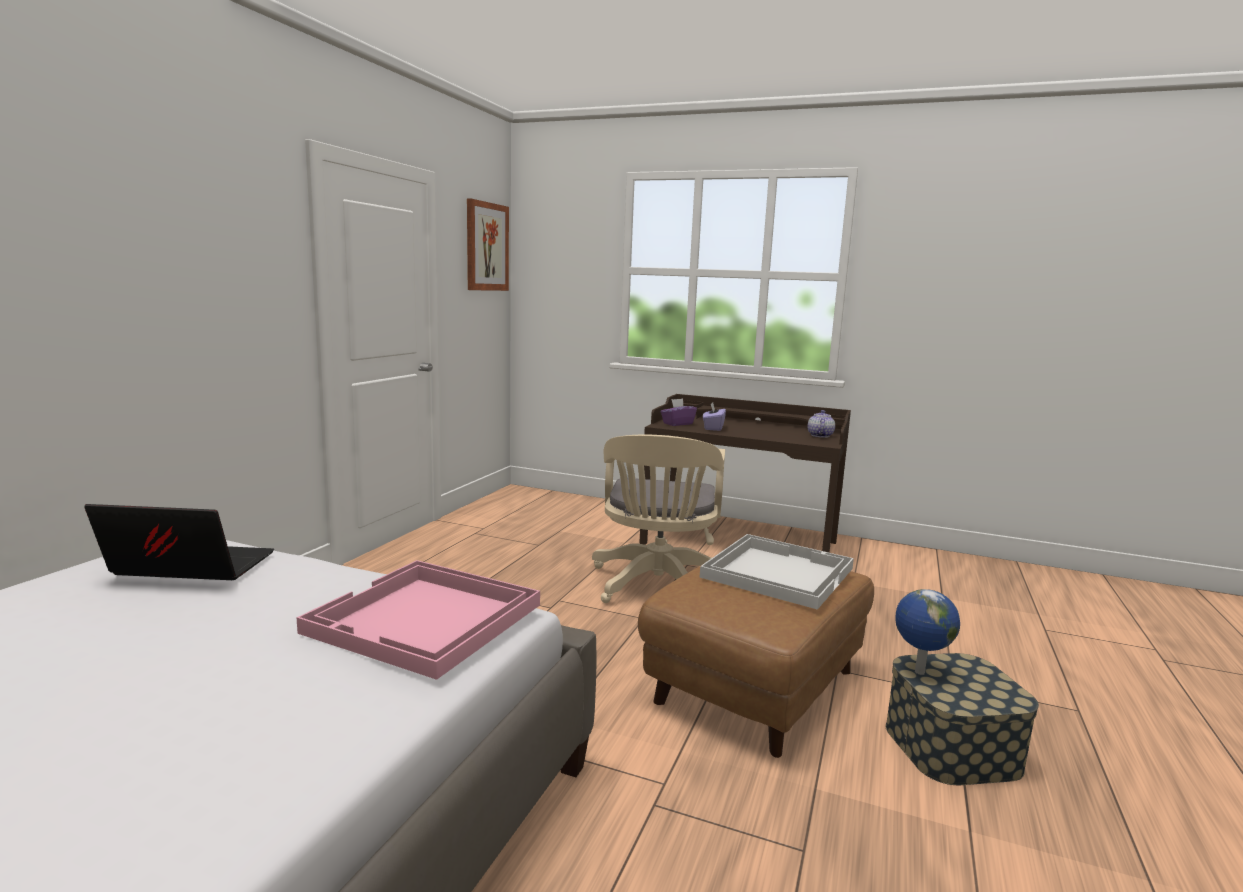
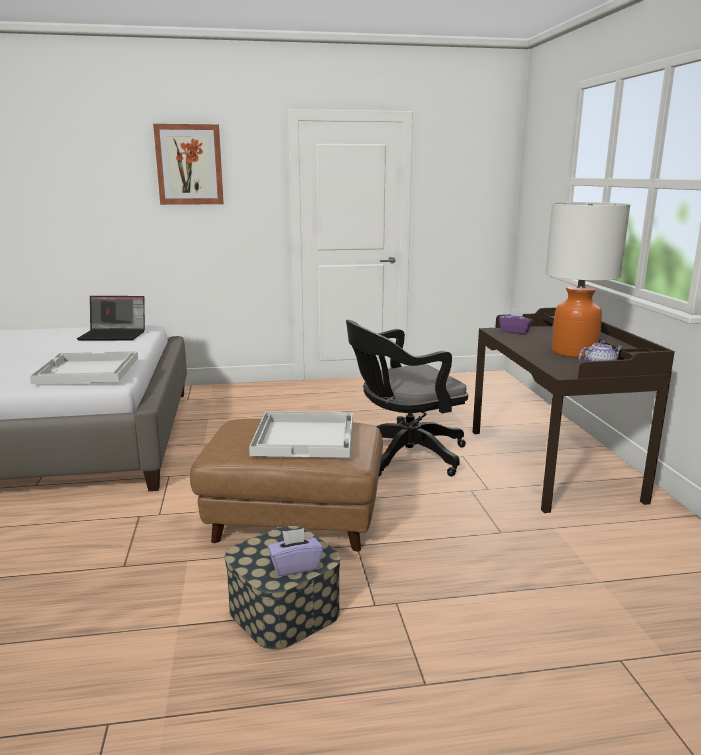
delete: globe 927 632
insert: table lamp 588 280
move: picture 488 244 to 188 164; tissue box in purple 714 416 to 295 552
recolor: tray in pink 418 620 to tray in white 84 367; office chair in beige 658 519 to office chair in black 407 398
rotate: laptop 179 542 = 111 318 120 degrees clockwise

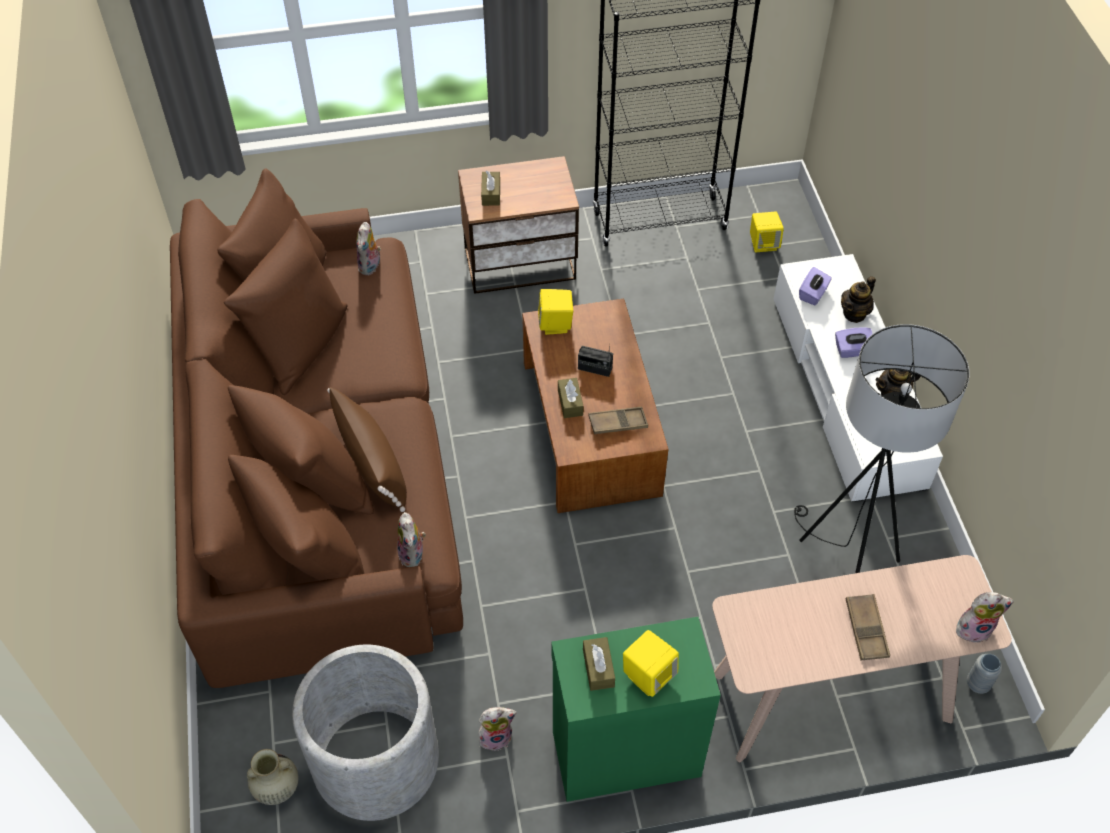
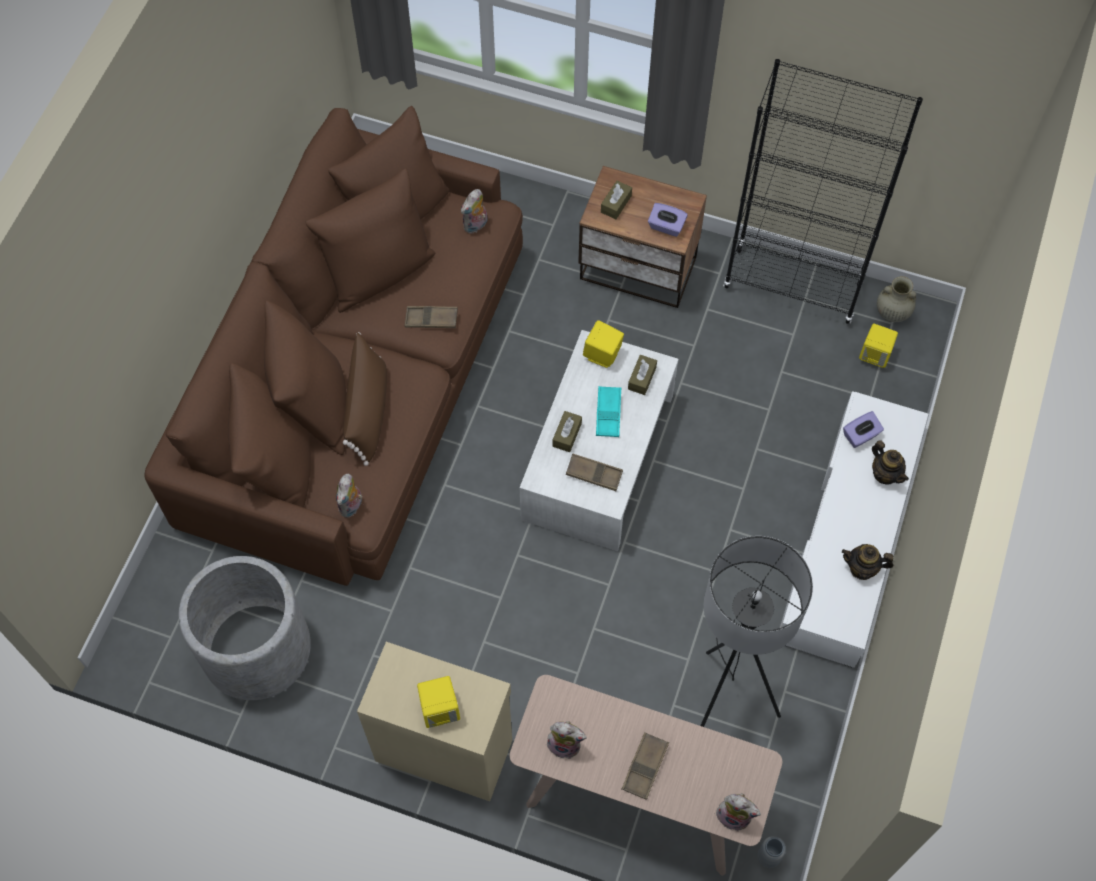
insert: tray in brown 431 317
move: plush toy 497 729 to 567 740; tissue box in brown 599 664 to 642 375; tissue box in purple 853 342 to 668 220; vase in beige 272 777 to 896 299
replace: radio 595 360 to tray in turquoise 608 411
recolor: cabinet in green 636 709 to cabinet in beige 434 721; coffee table in brown 595 406 to coffee table in white 599 440
rotate: teapot 858 299 = 890 462 105 degrees counterclockwise

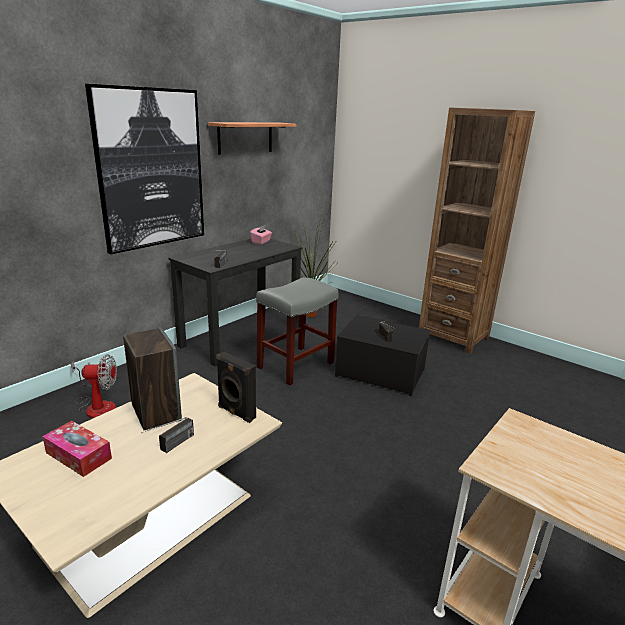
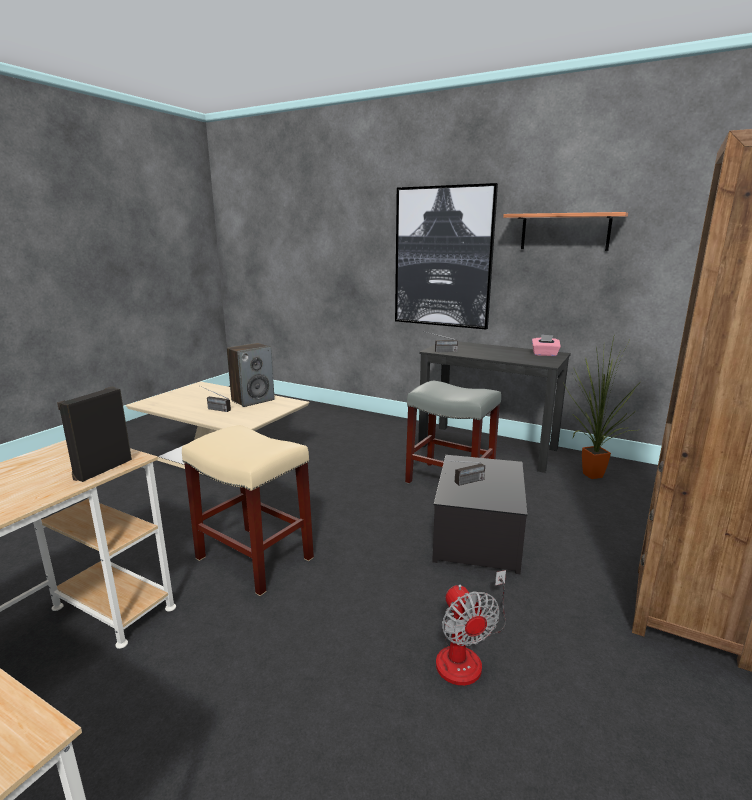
delete: tissue box 77 449
insert: stool in beige 248 510
move: speaker in black 236 387 to 94 434; fan 94 386 to 471 628

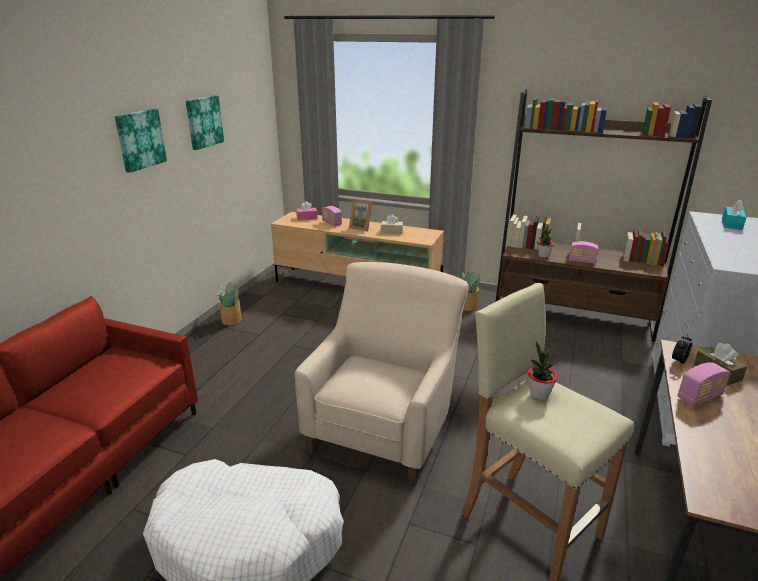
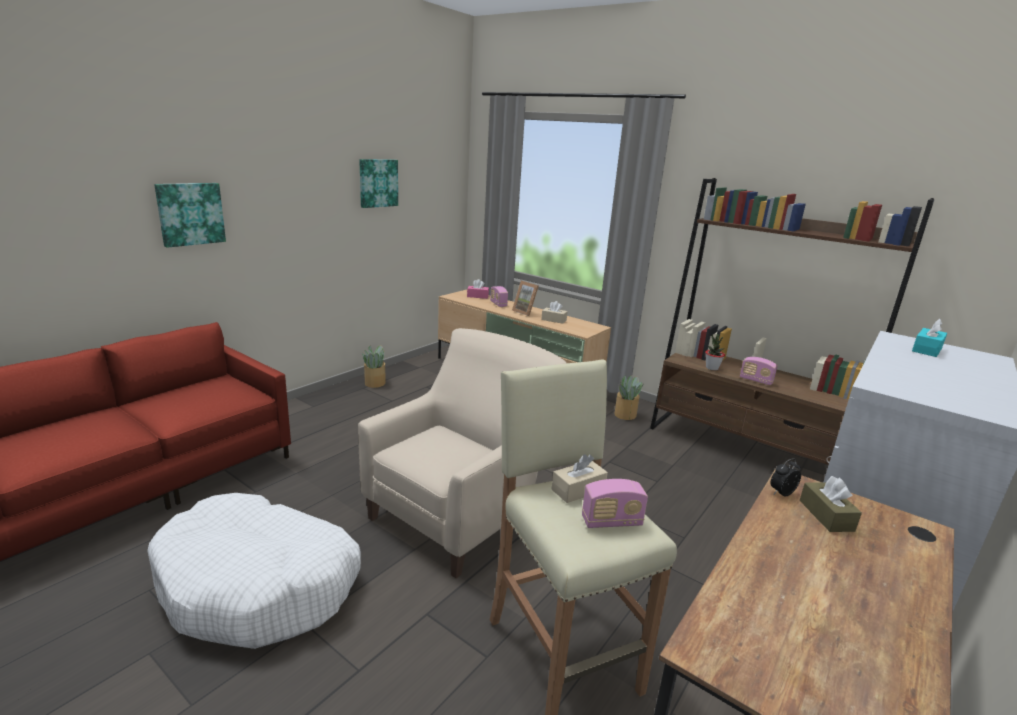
move: picture 141 141 to 190 215; radio 704 384 to 615 503
replace: potted plant 543 370 to tissue box in beige 580 478

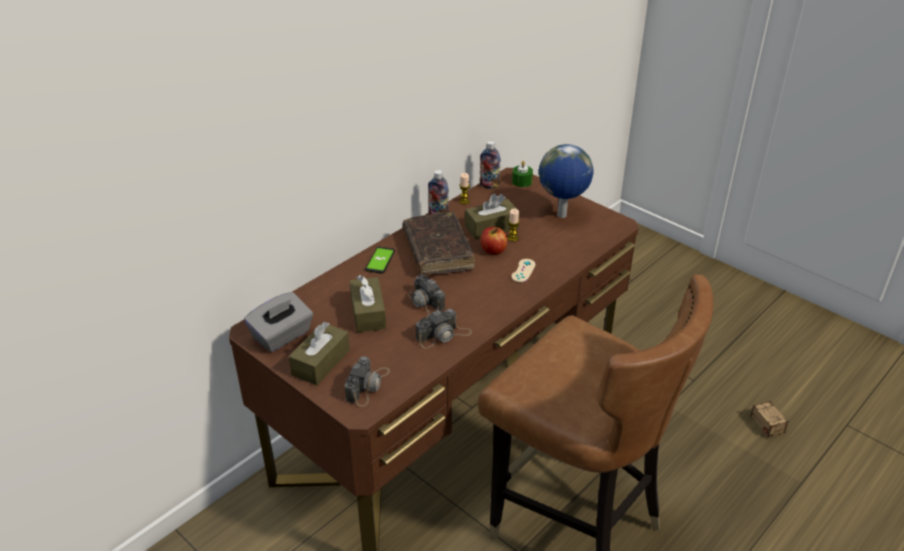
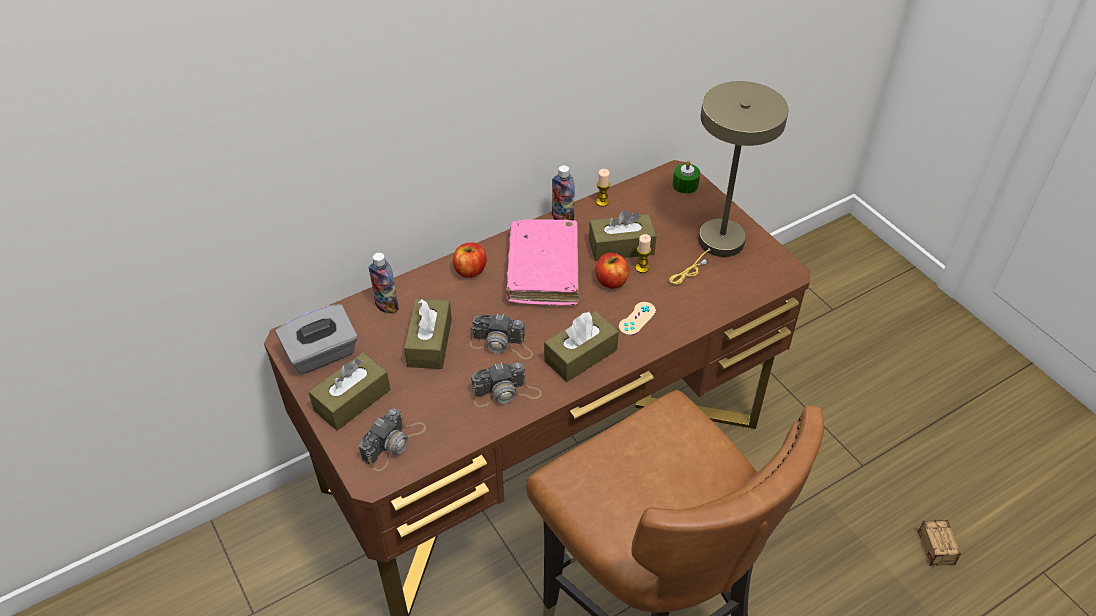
insert: tissue box in brown 581 346
move: bottle 490 165 to 384 283
replace: phone 380 260 to apple 470 260; globe 566 181 to table lamp in beige 728 183
recolor: book in brown 439 243 to book in pink 542 262
rotate: photo camera 426 296 = 501 336 60 degrees counterclockwise

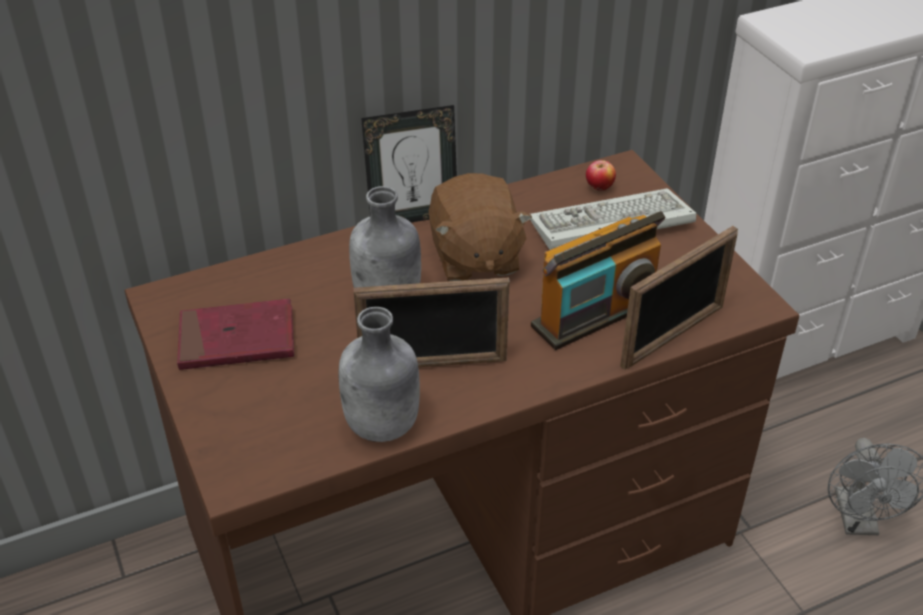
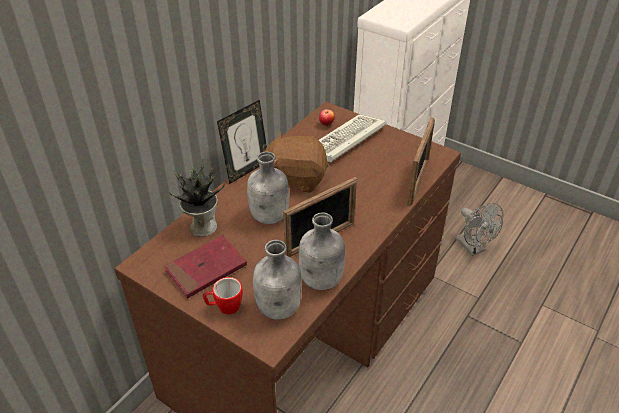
delete: radio 598 280
insert: potted plant 197 198; mug 223 296; bottle in grey 277 280
rotate: plush toy in brown 480 227 = 293 162 135 degrees clockwise

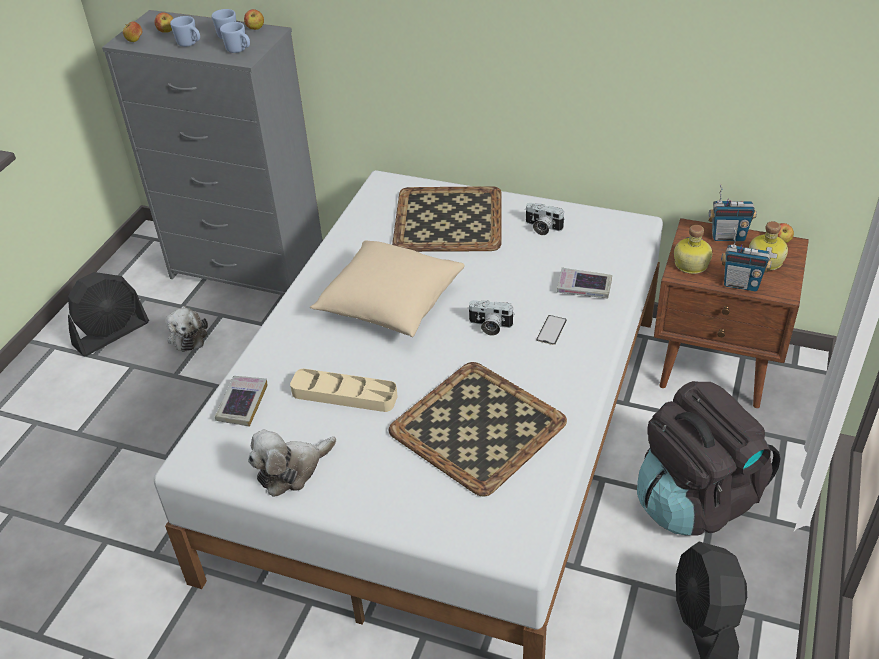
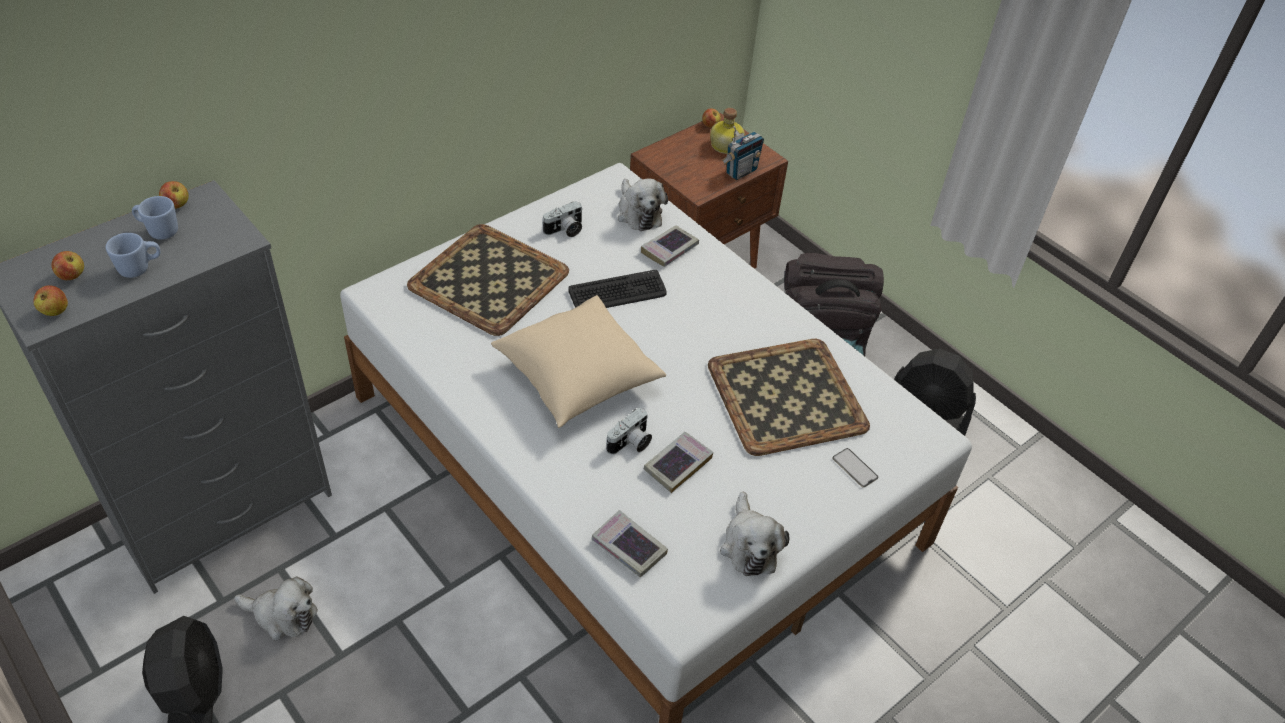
delete: mug in blue 235 37; bottle 693 249; radio 732 212
insert: keyboard 617 289; plush toy 643 204
move: photo camera 491 317 to 629 431; phone 551 330 to 855 468
replace: tray in beige 344 390 to book 678 462

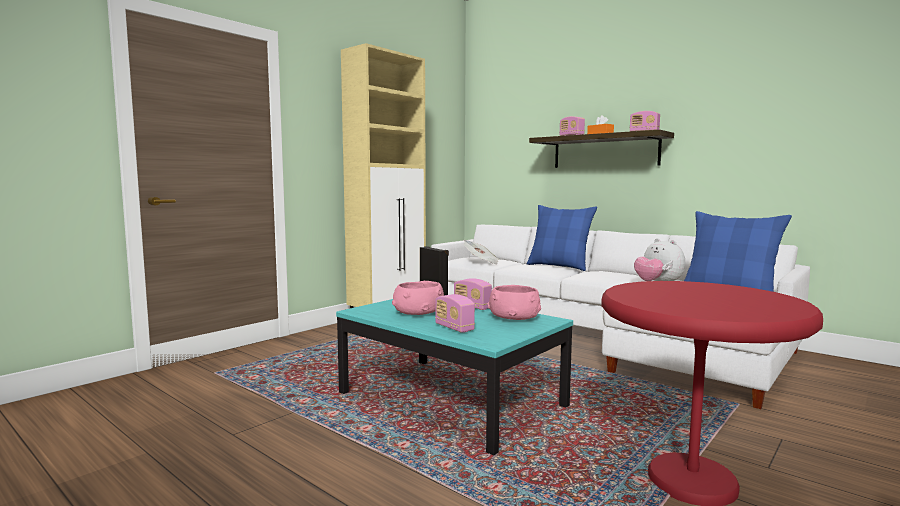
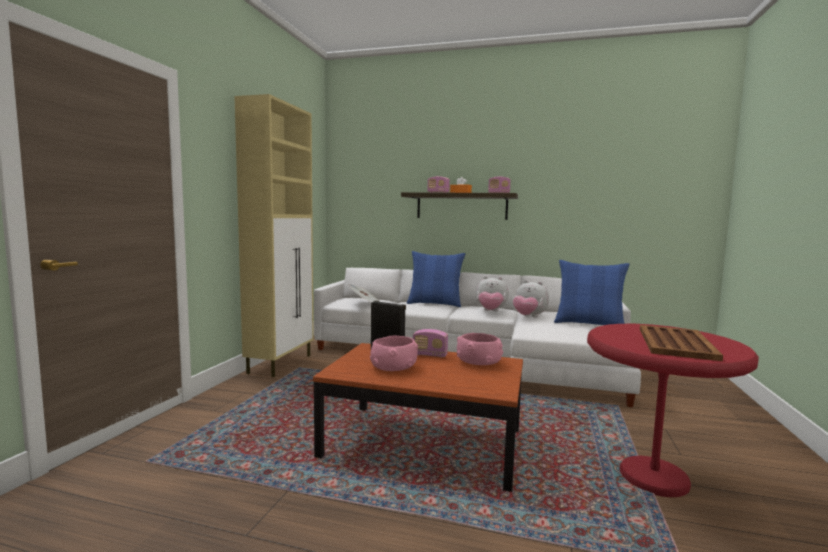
delete: radio 455 313
insert: plush toy 492 293; tray in brown 681 343
recolor: coffee table in turquoise 454 377 to coffee table in brown 418 417

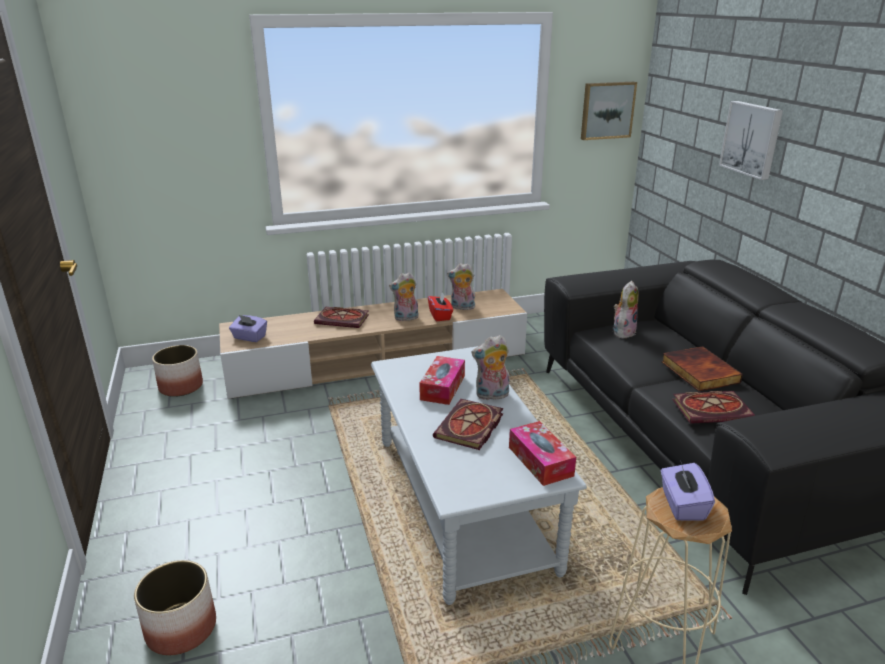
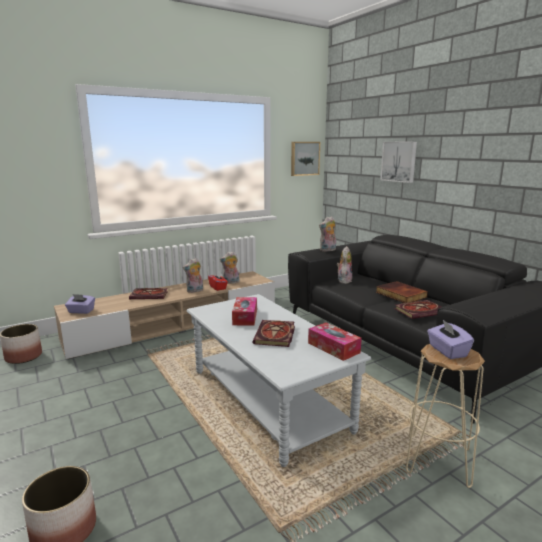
move: plush toy 490 367 to 327 234

